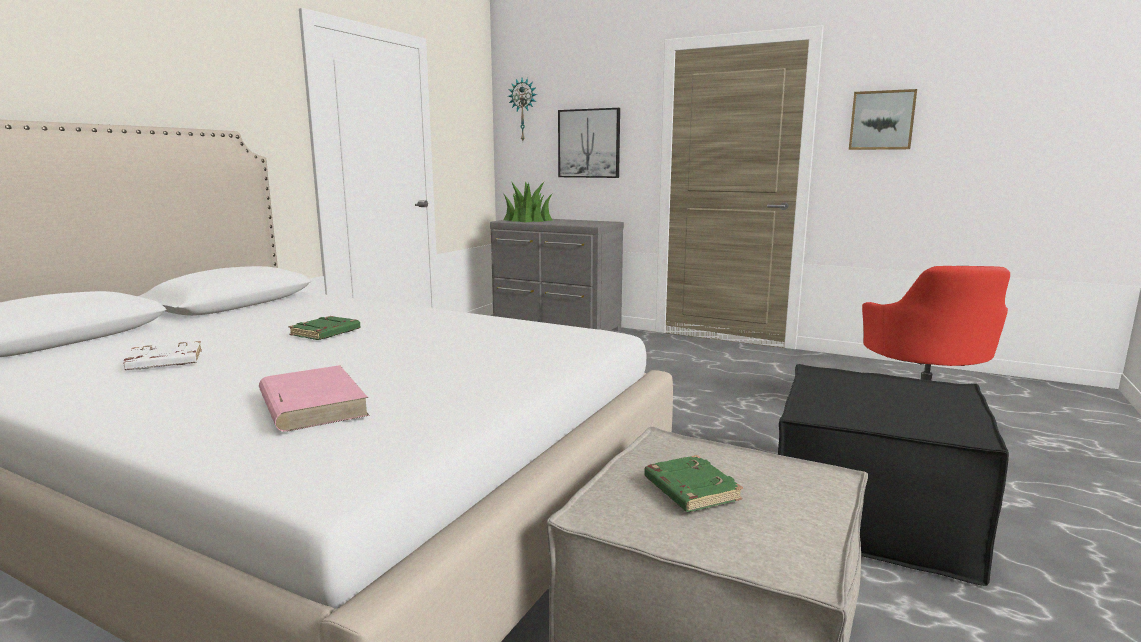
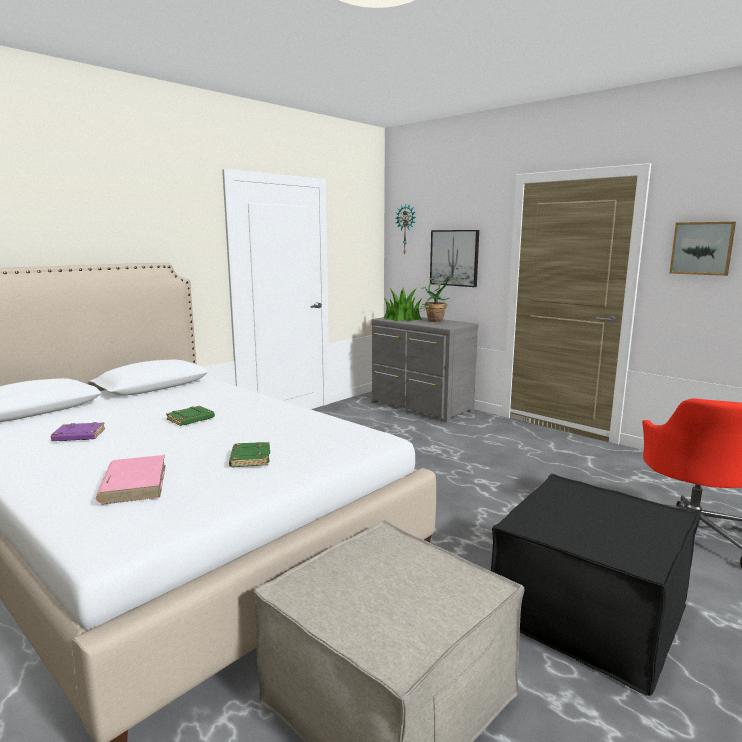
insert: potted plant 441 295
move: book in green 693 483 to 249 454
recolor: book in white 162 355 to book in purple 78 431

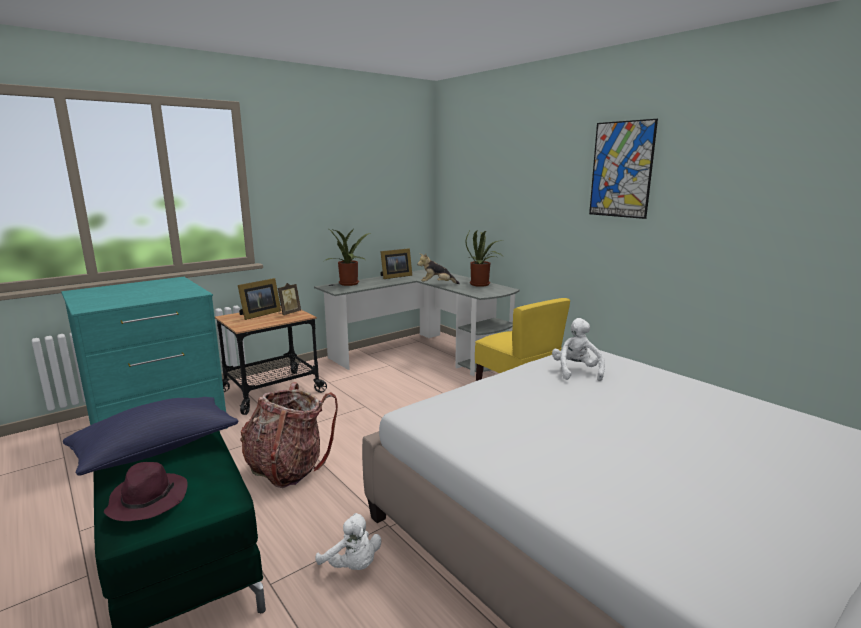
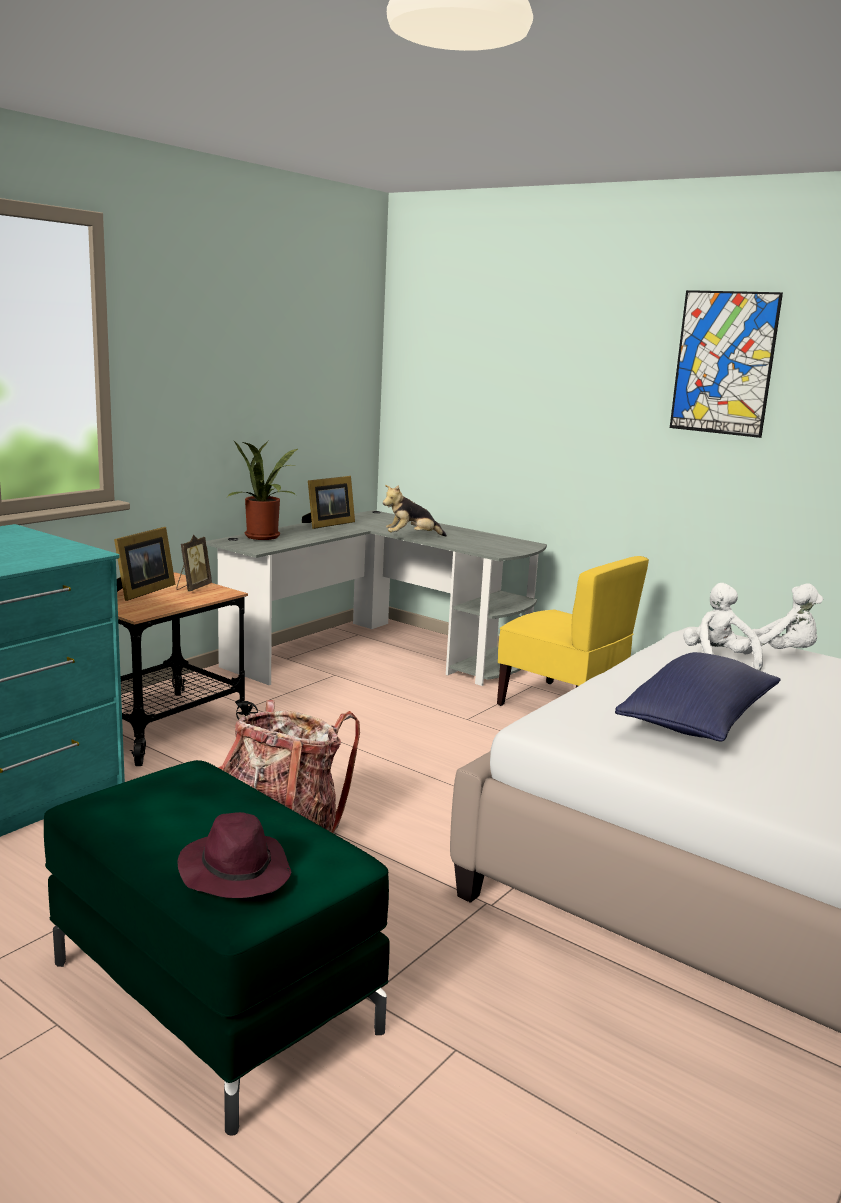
delete: potted plant 485 259
move: pillow in blue 150 436 to 698 697; plush toy in white 348 541 to 783 618

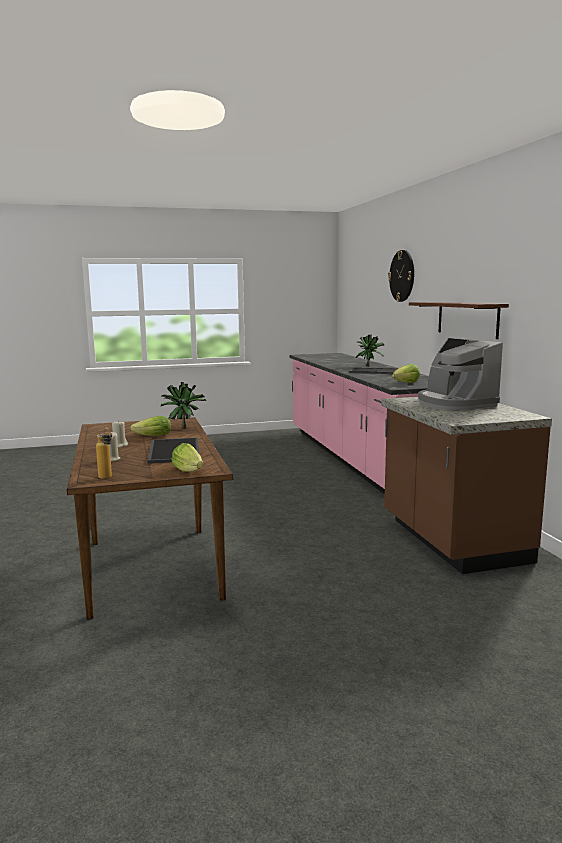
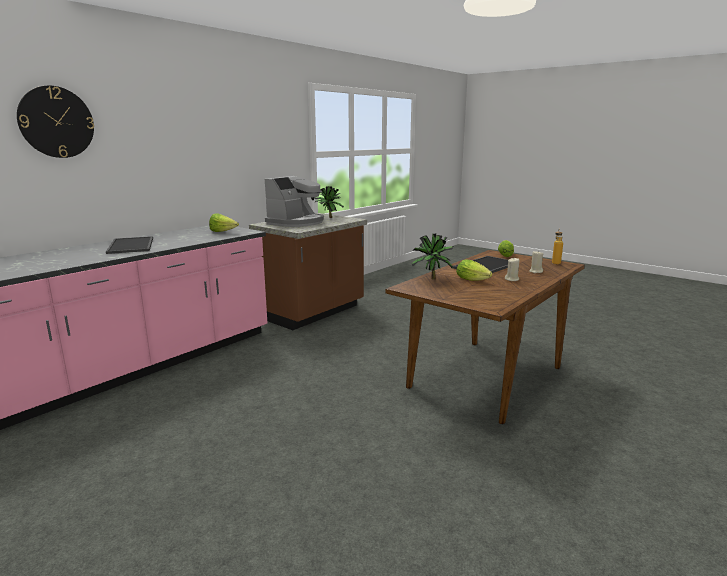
delete: shelf in brown 459 320
move: potted plant 370 351 to 329 202

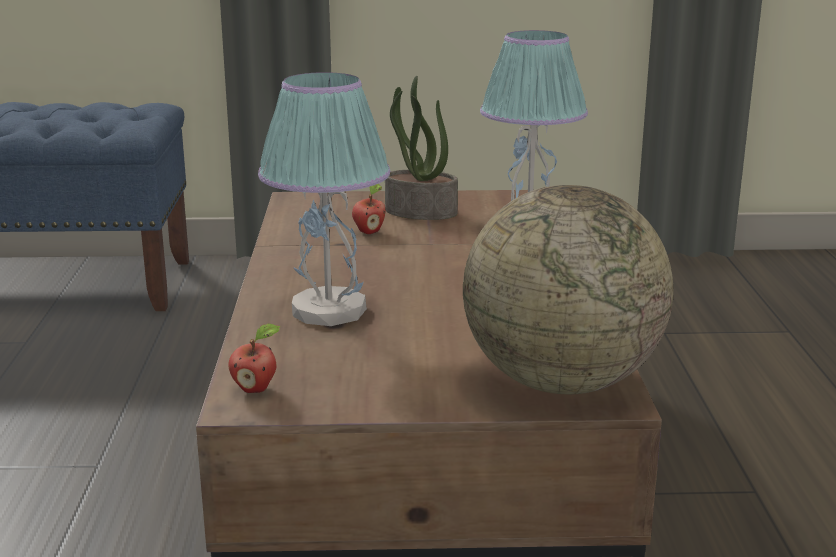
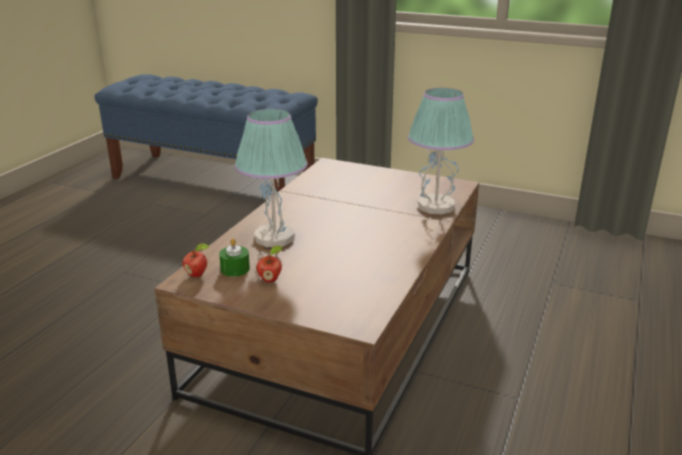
delete: potted plant 421 148; globe 568 290
insert: candle in green 234 257
move: apple 368 209 to 269 263

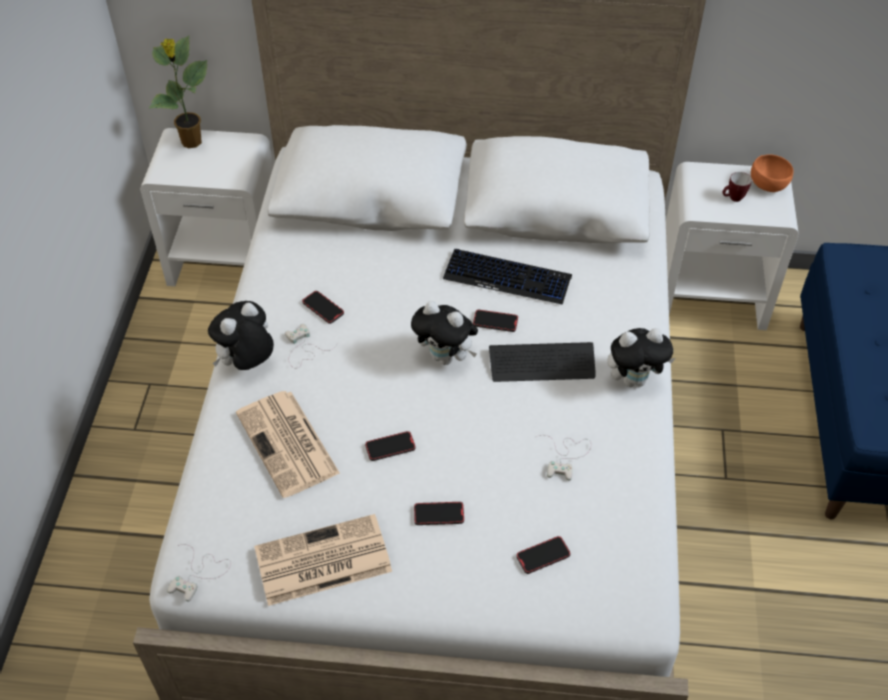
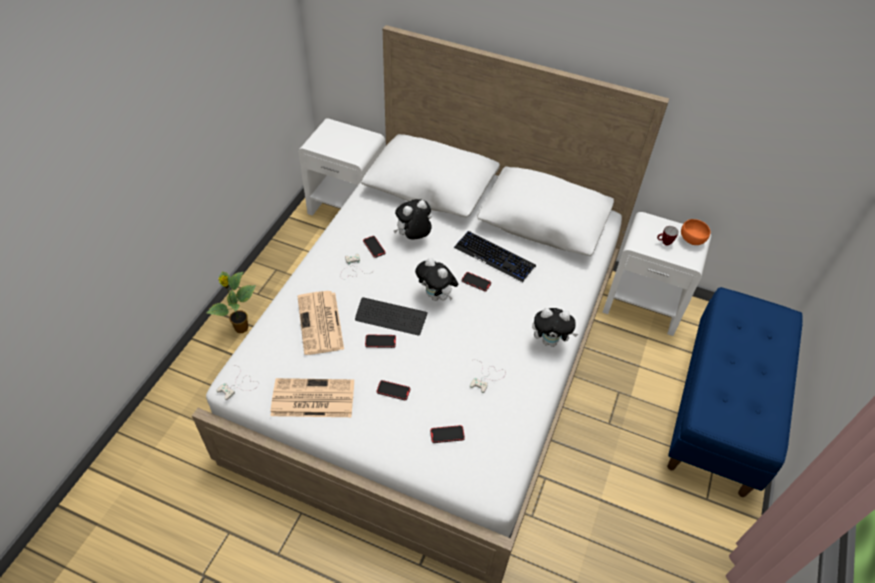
move: potted plant 178 91 to 231 302; keyboard 542 362 to 391 316; plush toy 241 335 to 413 219

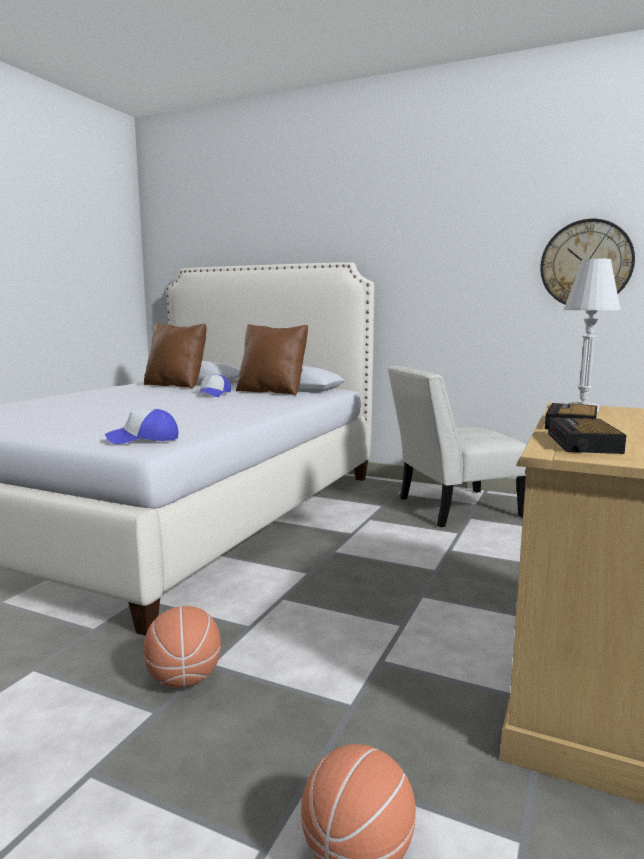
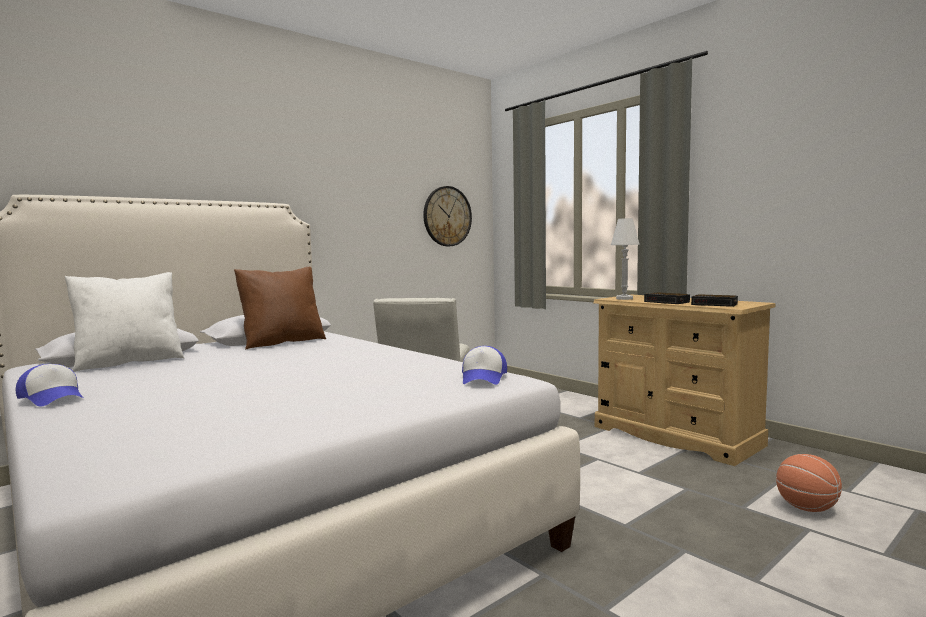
delete: basketball 182 647
move: cap 214 385 to 49 385
recolor: pillow in brown 175 356 to pillow in white 124 322

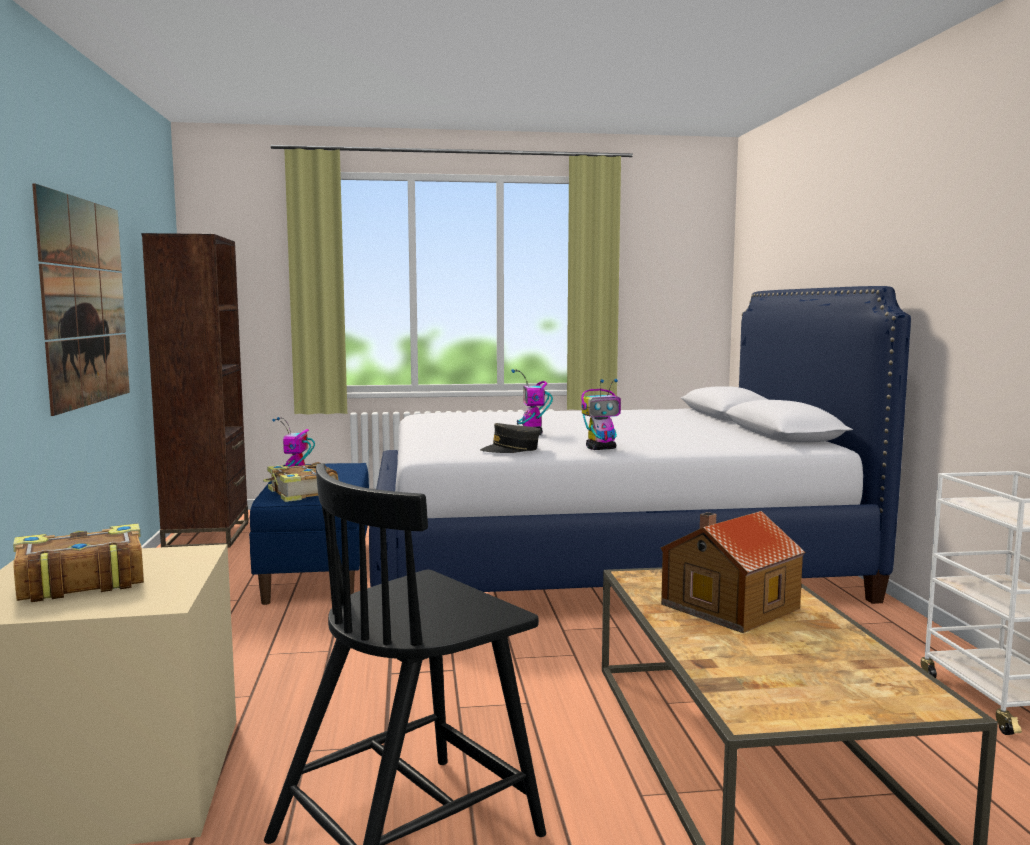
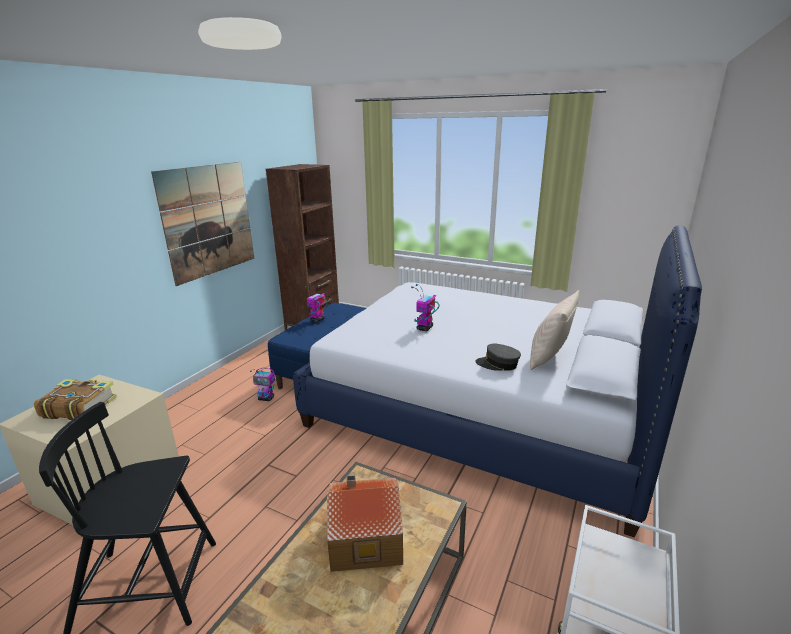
delete: book 300 482
insert: pillow in beige 555 330
move: toy robot 601 414 to 262 384; cap in grey 510 438 to 498 357

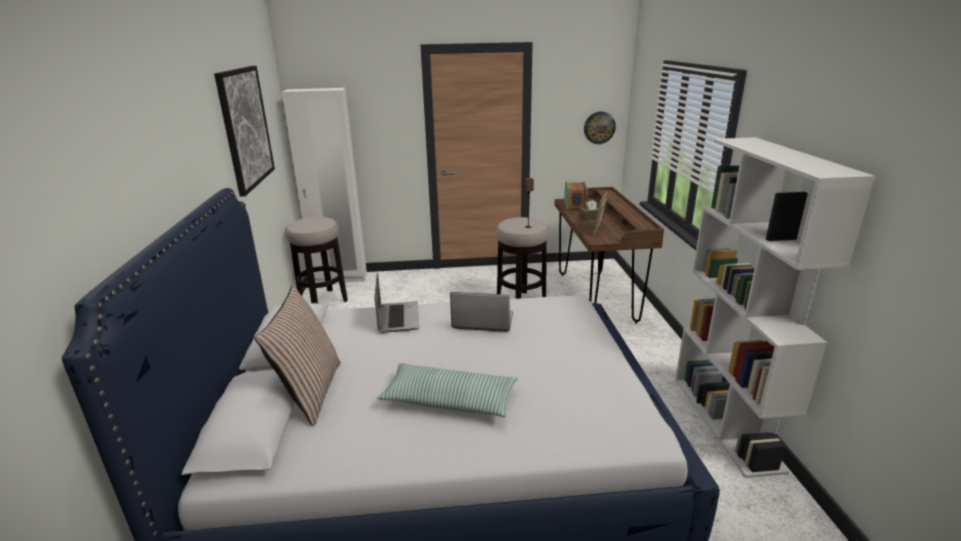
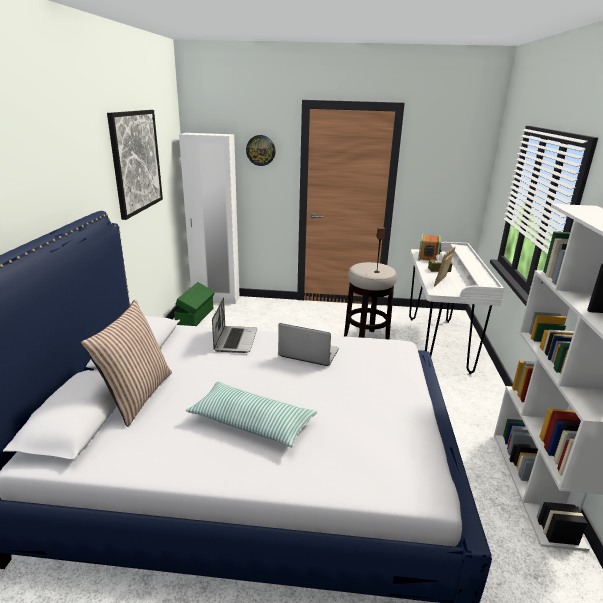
move: wall clock 600 127 to 261 150
replace: stool 316 260 to storage box in green 194 304
recolor: desk in brown 609 255 to desk in white 456 308

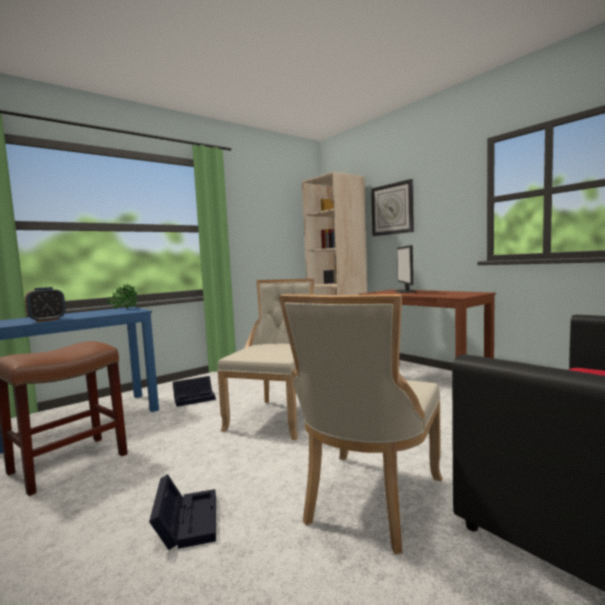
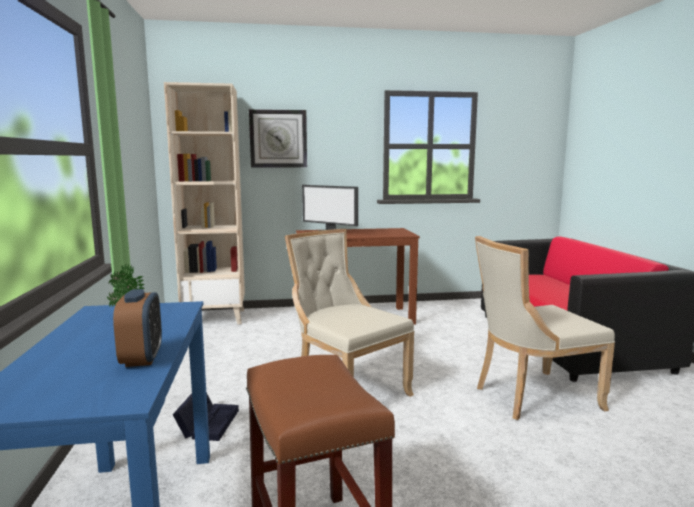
delete: storage box in black 182 512
rotate: chair in beige 360 424 = 545 328 105 degrees clockwise

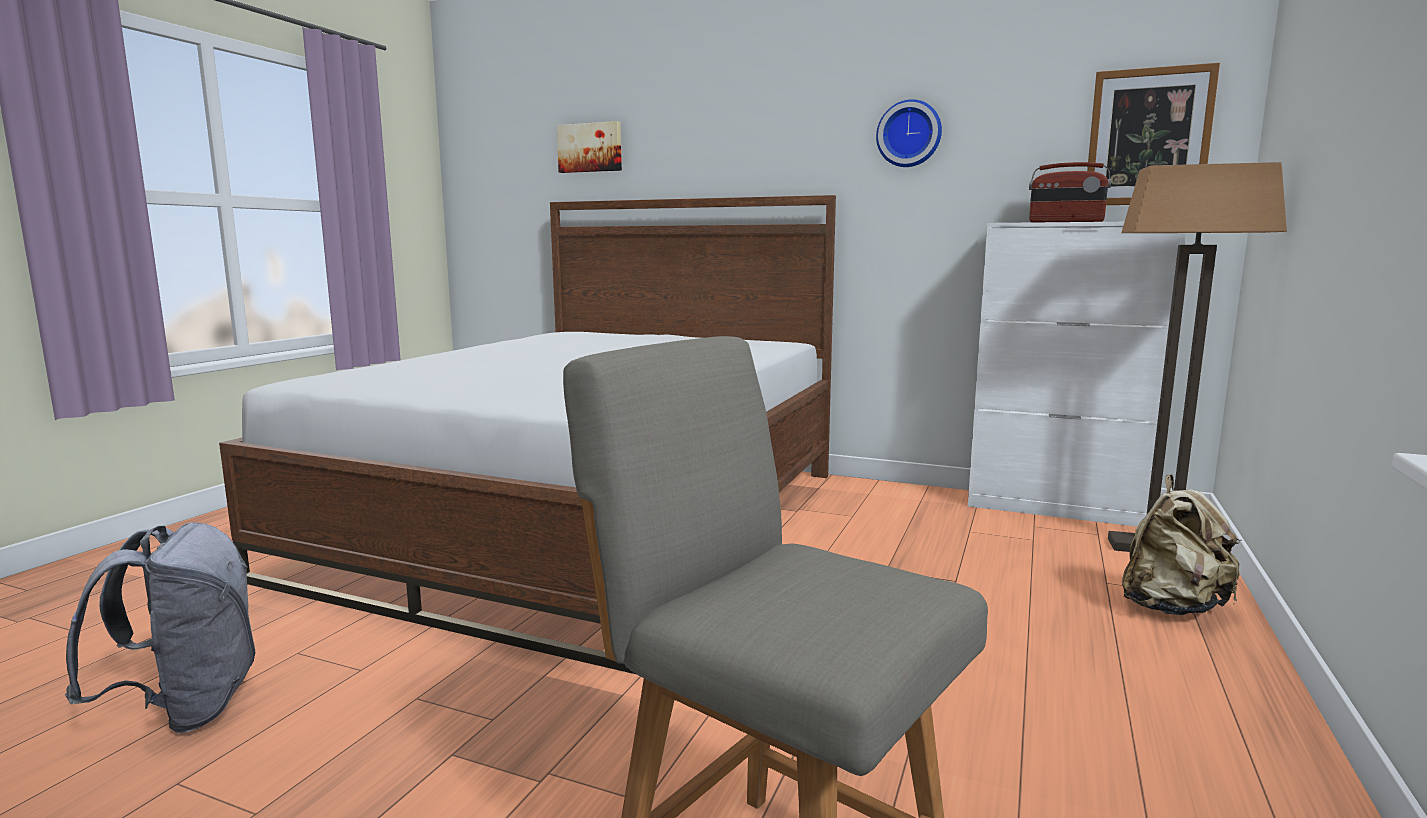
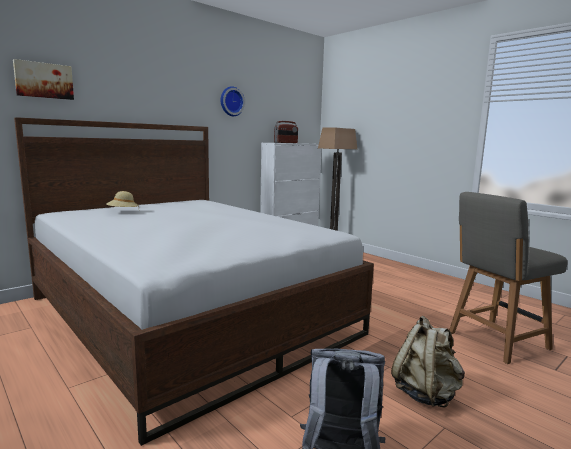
delete: picture 1153 134
insert: hat in beige 122 199
move: backpack in beige 1181 544 to 428 362

